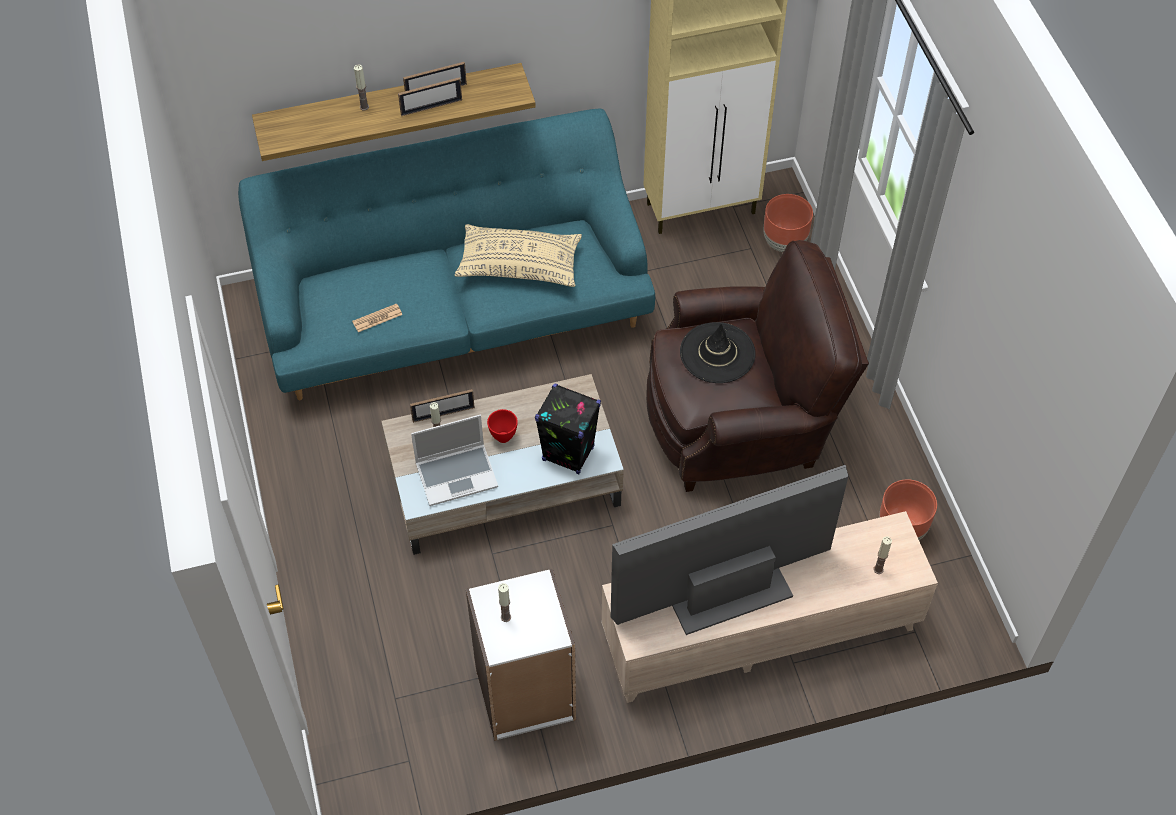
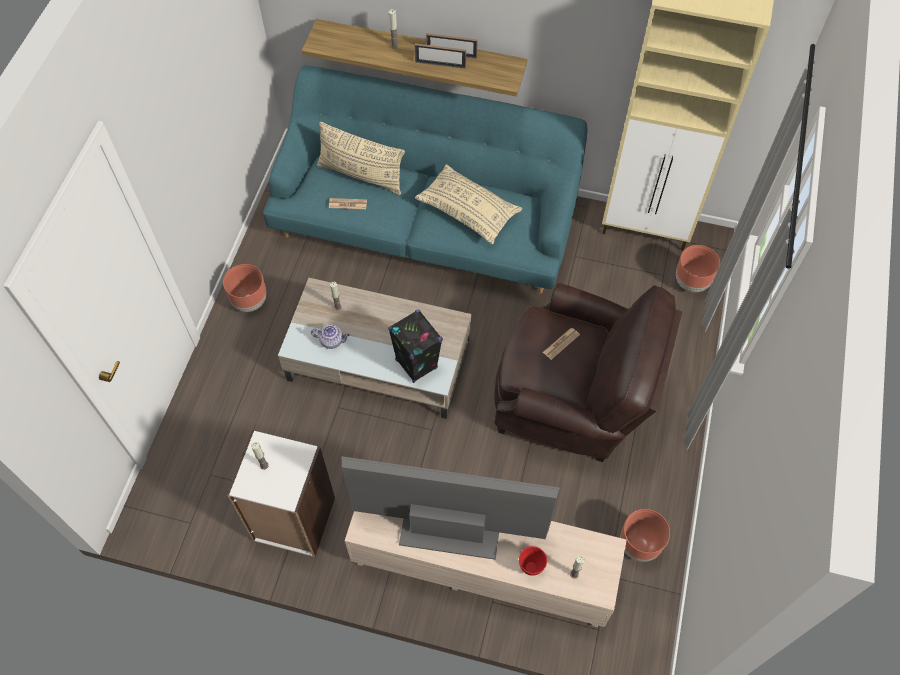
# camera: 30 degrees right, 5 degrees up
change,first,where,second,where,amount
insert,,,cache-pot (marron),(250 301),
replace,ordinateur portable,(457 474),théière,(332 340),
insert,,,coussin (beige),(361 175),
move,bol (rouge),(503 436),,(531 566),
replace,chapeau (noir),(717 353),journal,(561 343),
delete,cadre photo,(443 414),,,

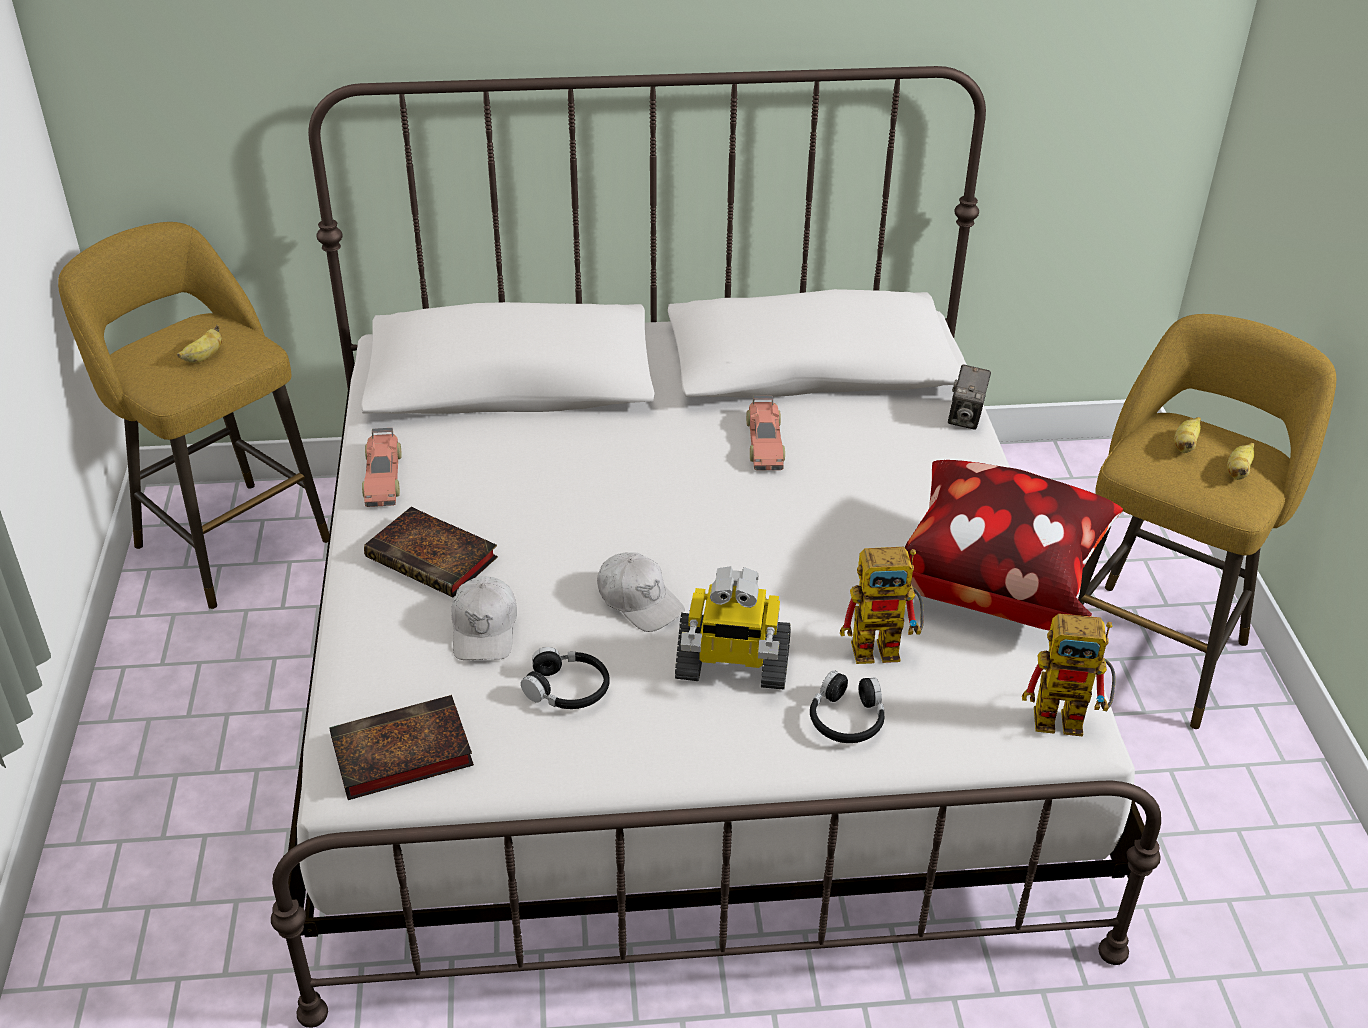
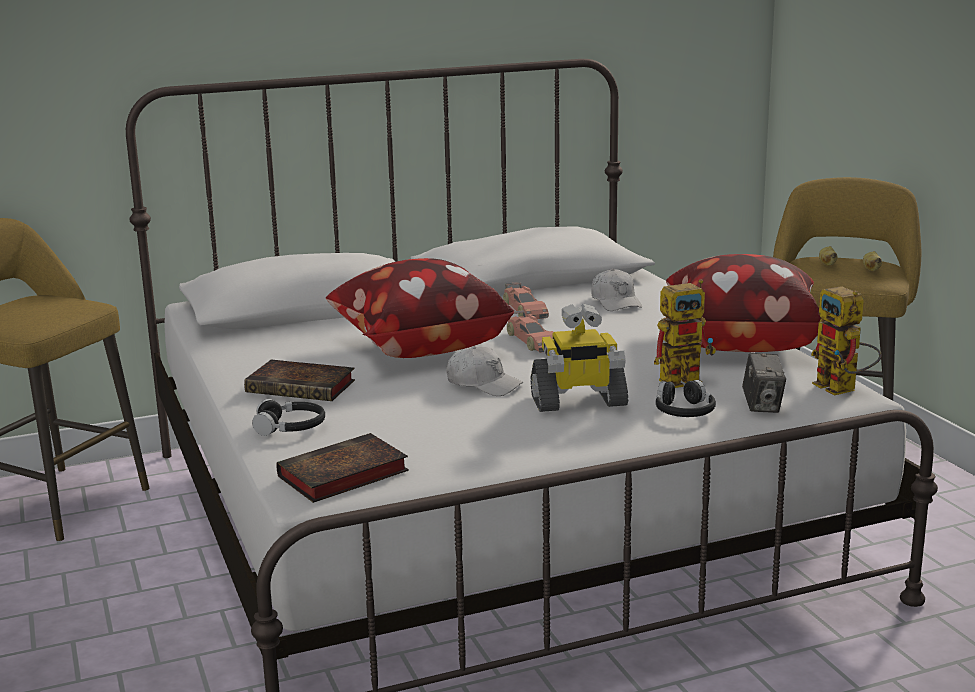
# camera: 15 degrees left, 20 degrees down
change,first,where,second,where,amount
move,casque audio (noir),(567 689),,(290 427),
insert,,,coussin,(418 348),
move,petite voiture,(383 477),,(532 341),
move,casquette (blanc),(485 629),,(616 302),
move,appareil photo,(966 417),,(762 406),
rotate,robot jouet,(1070 718),,(843 389),75 degrees clockwise
delete,banane,(204 357),,,

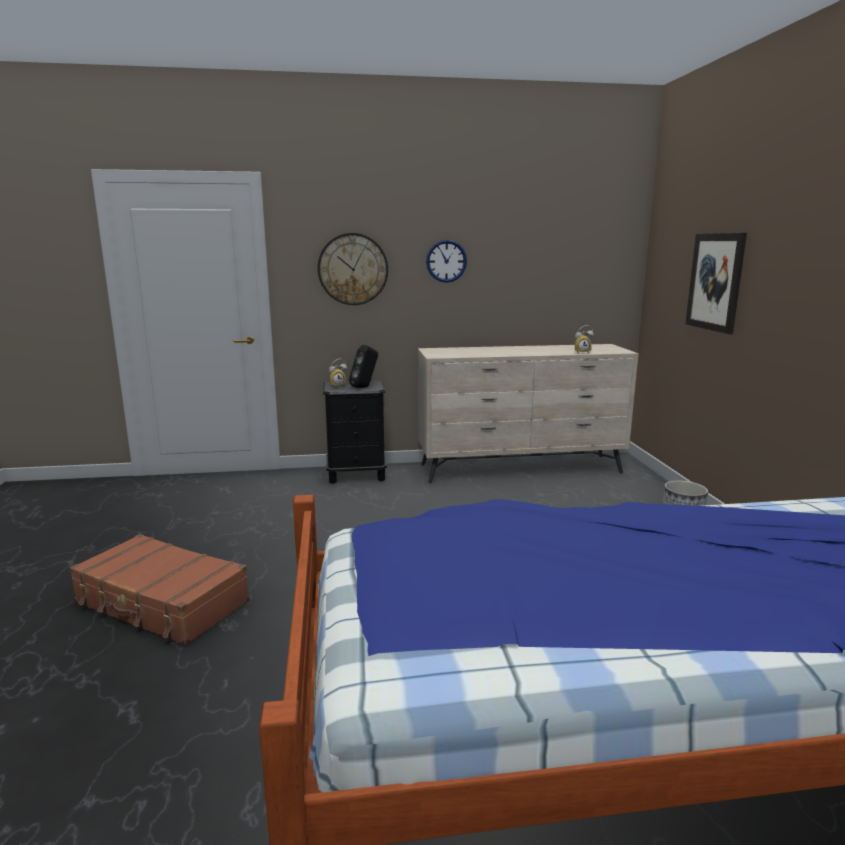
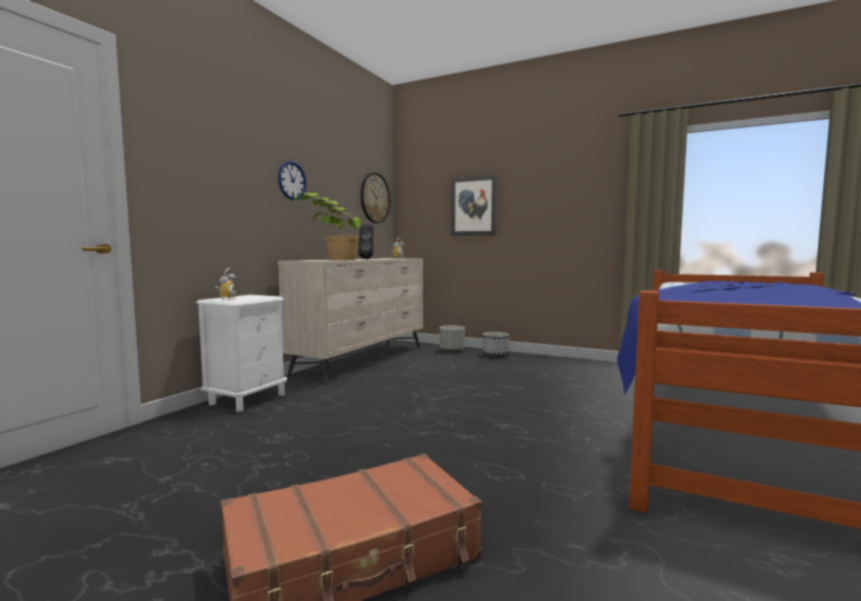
# camera: 55 degrees left, 10 degrees down
change,first,where,second,where,amount
recolor,table de chevet (noir),(356 474),table de chevet (blanc),(247 399),
insert,,,plante en pot,(330 260),
move,enceinte (noir),(365 387),,(367 259),
move,horloge murale,(353 269),,(374 198),
insert,,,cache-pot (gris),(452 350),

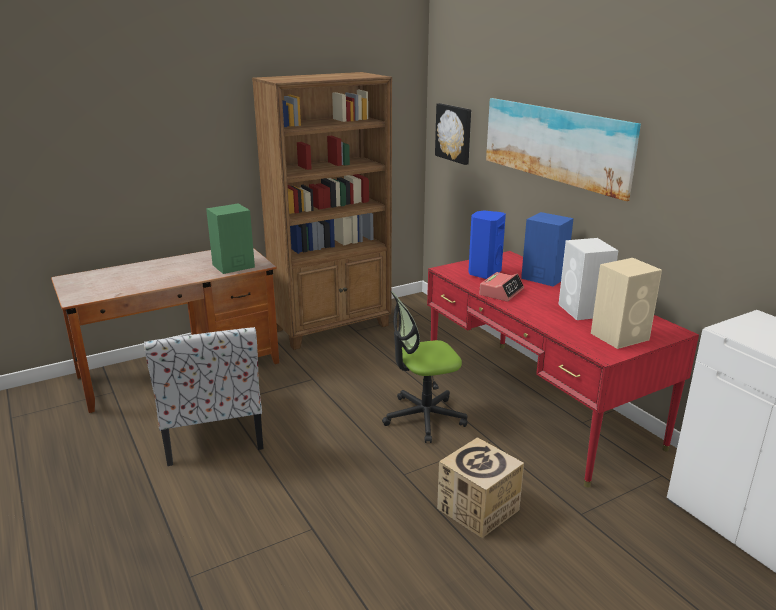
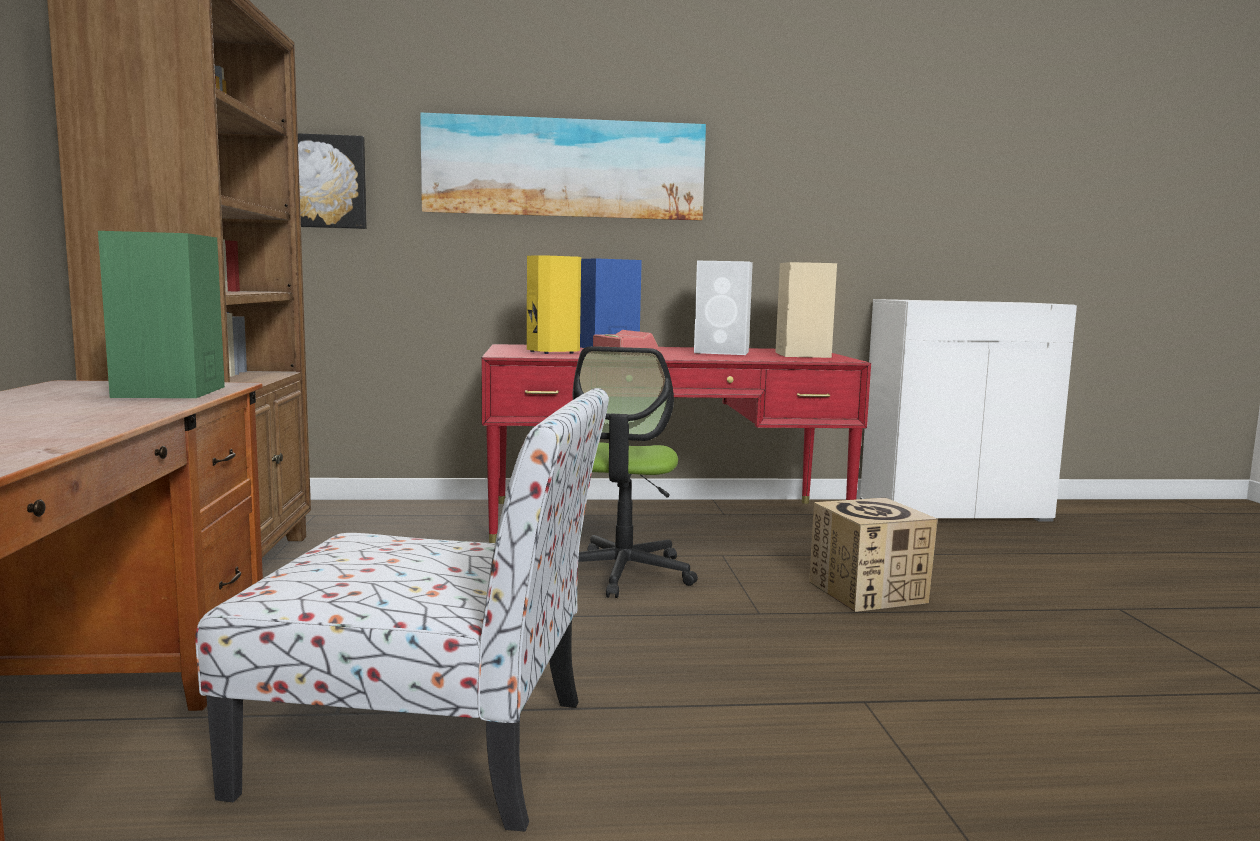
# camera: 65 degrees left, 15 degrees down
change,first,where,second,where,amount
recolor,enceinte (bleu),(484 273),enceinte (jaune),(550 352),

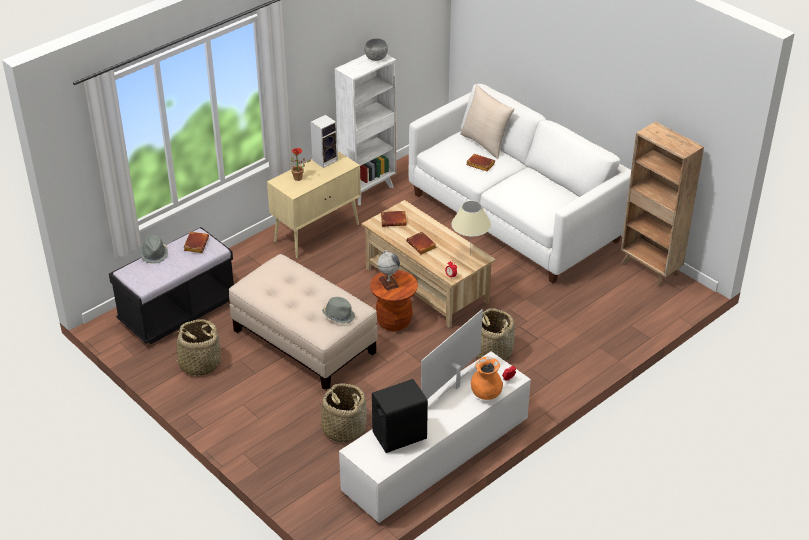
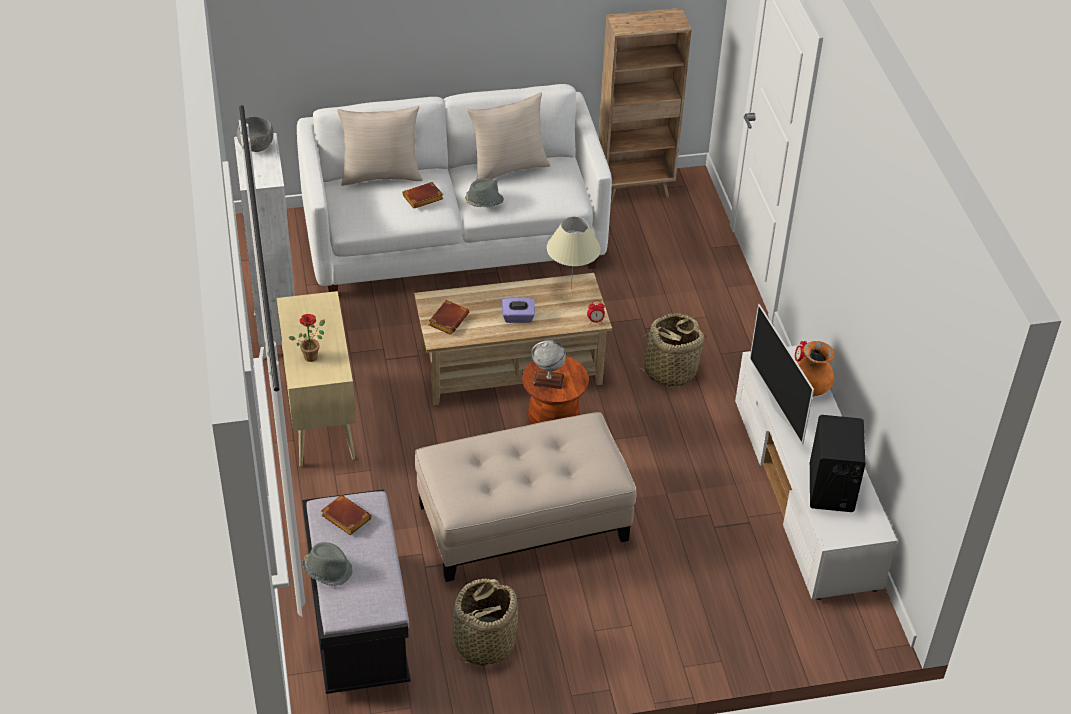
# camera: 60 degrees left, 5 degrees up
change,first,where,second,where,amount
move,chapeau (gris),(339 315),,(483 201),
insert,,,coussin (beige),(508 168),
replace,livre (marron),(422 245),boîte à mouchoirs (violet),(518 318),
delete,enceinte,(325 159),,,
delete,panier,(344 428),,,

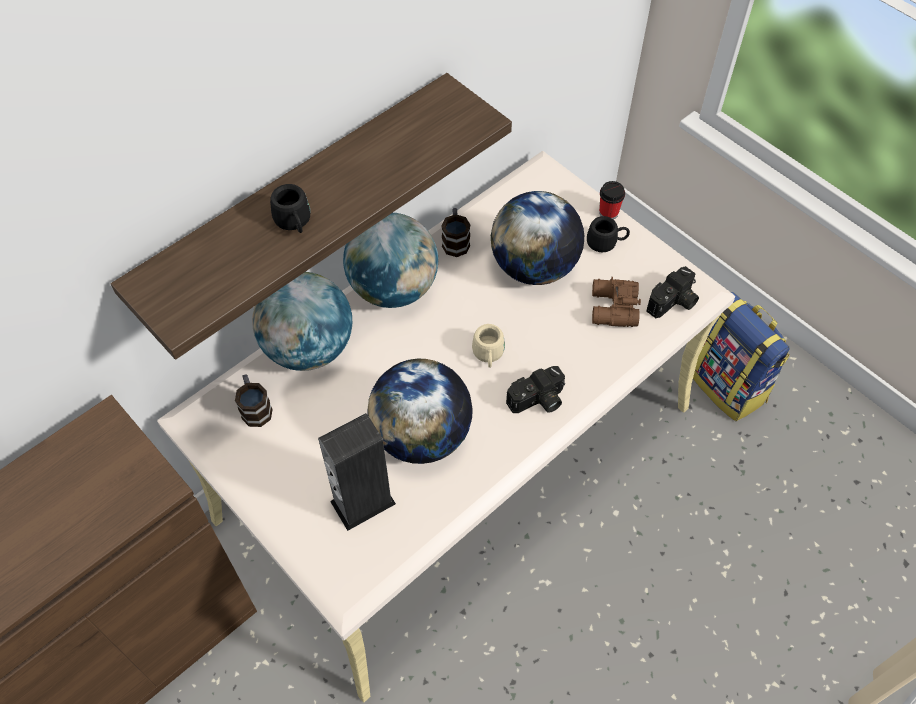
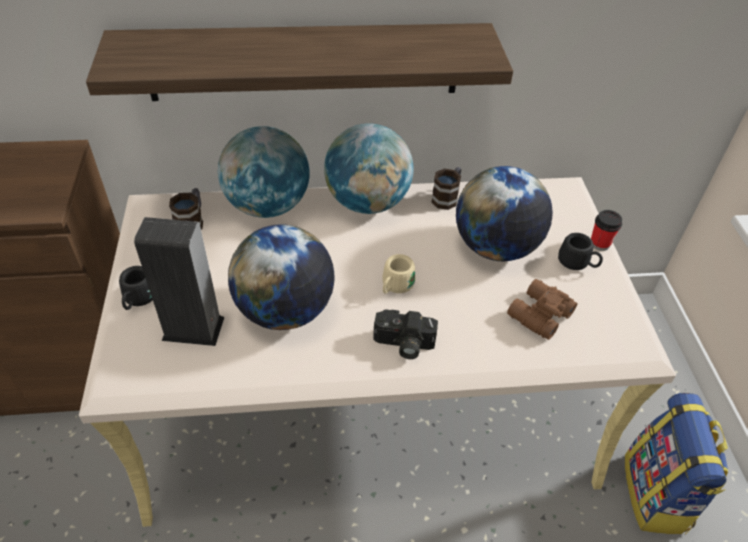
# camera: 35 degrees right, 10 degrees down
change,first,where,second,where,amount
move,mug (noir),(294 223),,(138 300),
delete,appareil photo,(673 303),,,

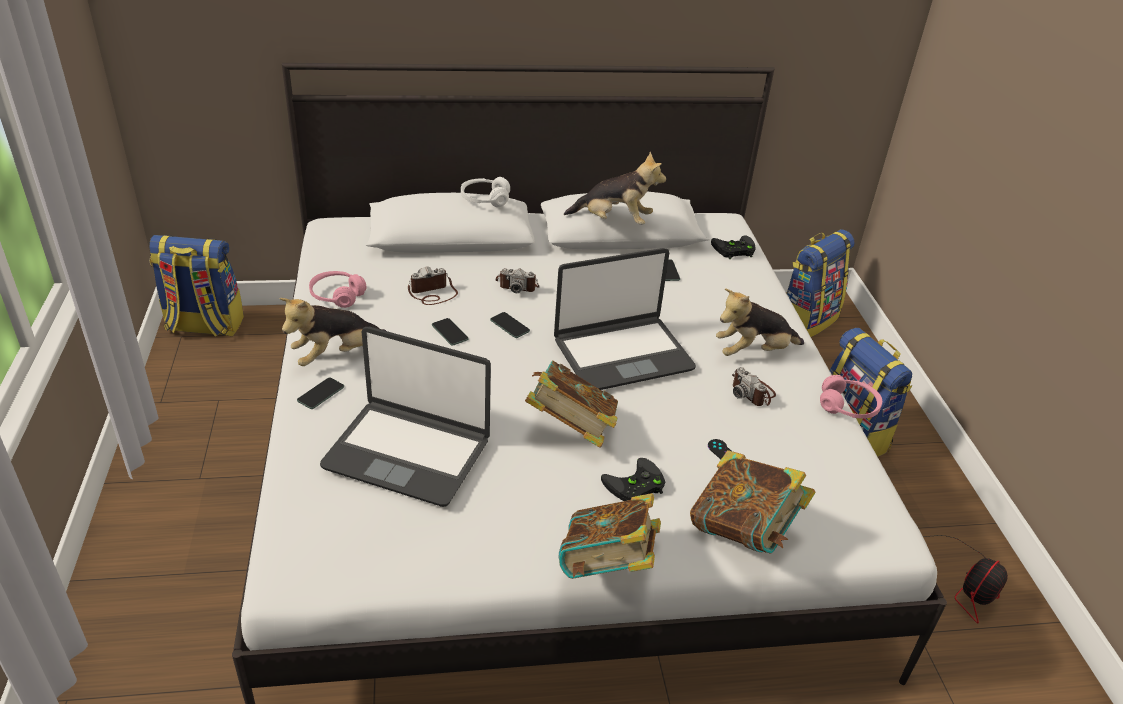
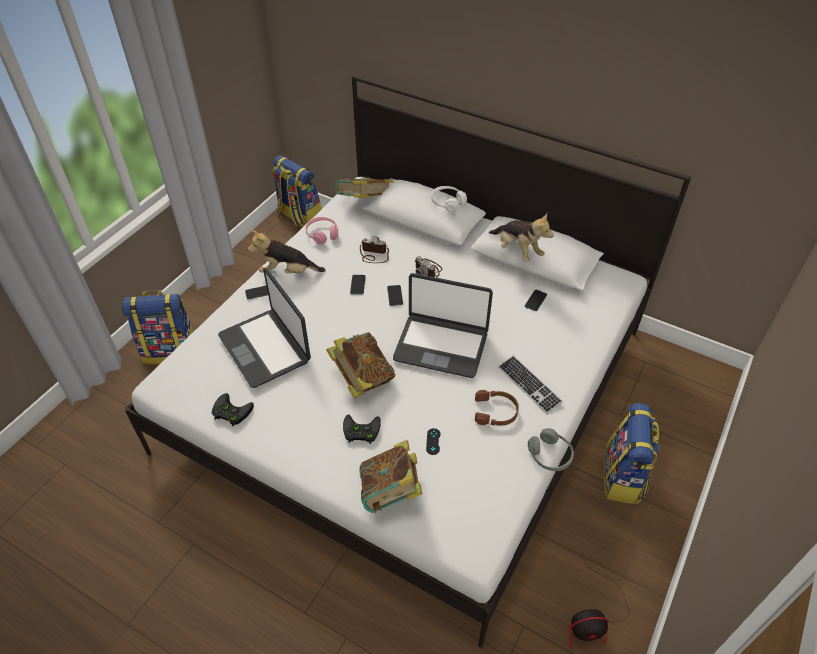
# camera: 40 degrees right, 10 degrees up
change,first,where,second,where,amount
move,sac à dos,(806 320),,(170 350),
move,manette (noir),(733 250),,(230 412),
move,livre,(607 567),,(364 203),
replace,appareil photo,(752 392),casque audio (marron),(496 412),
replace,peluche,(753 352),clavier,(529 385),
recolor,casque audio (rose),(848 406),casque audio (gris),(550 455),

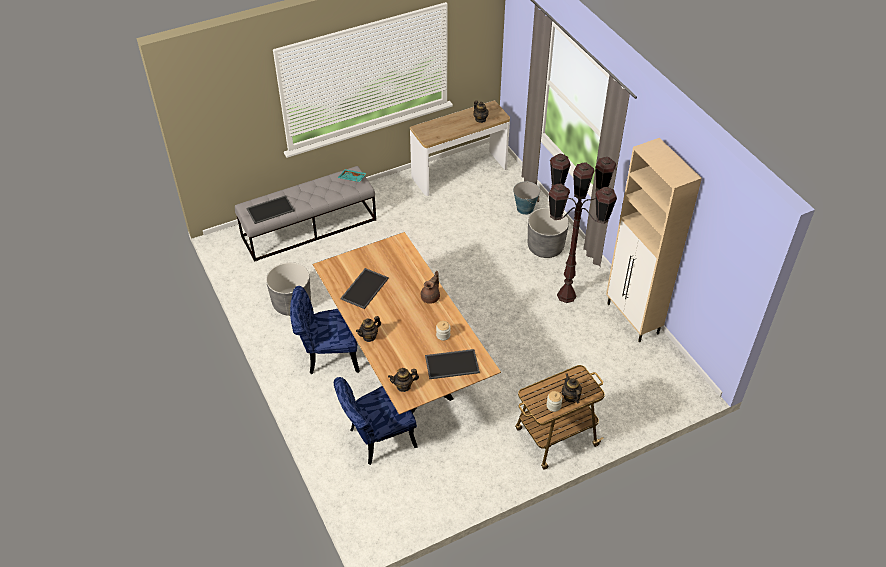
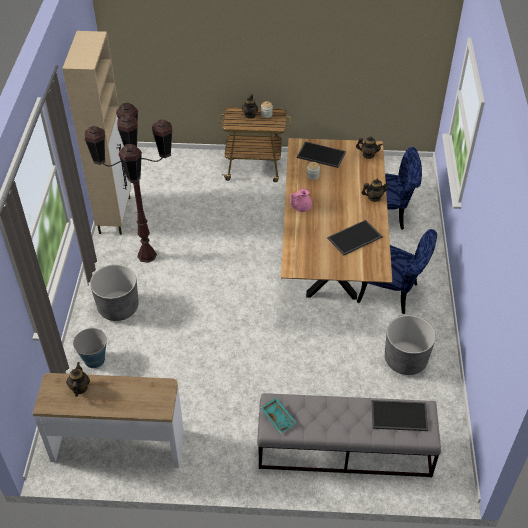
# camera: 150 degrees left, 0 degrees up
change,first,where,second,where,amount
recolor,théière (marron),(431 297),théière (rose),(301 207),

